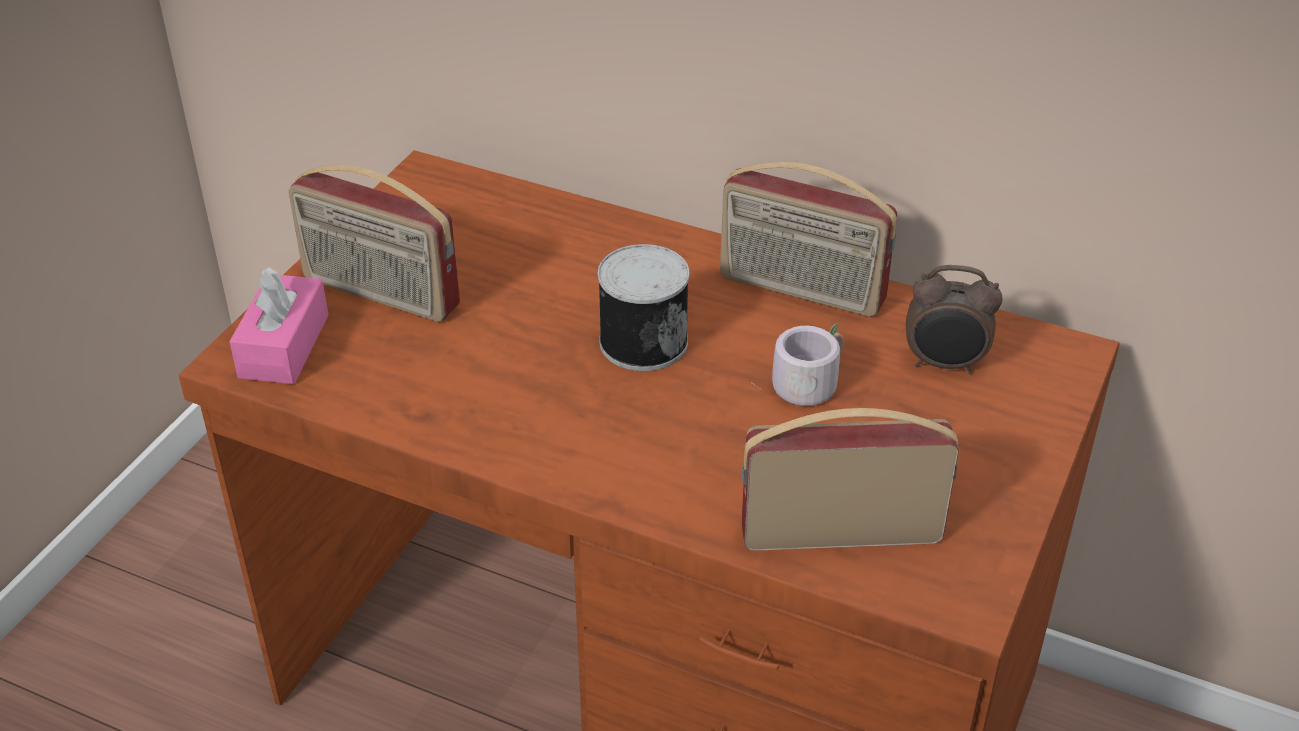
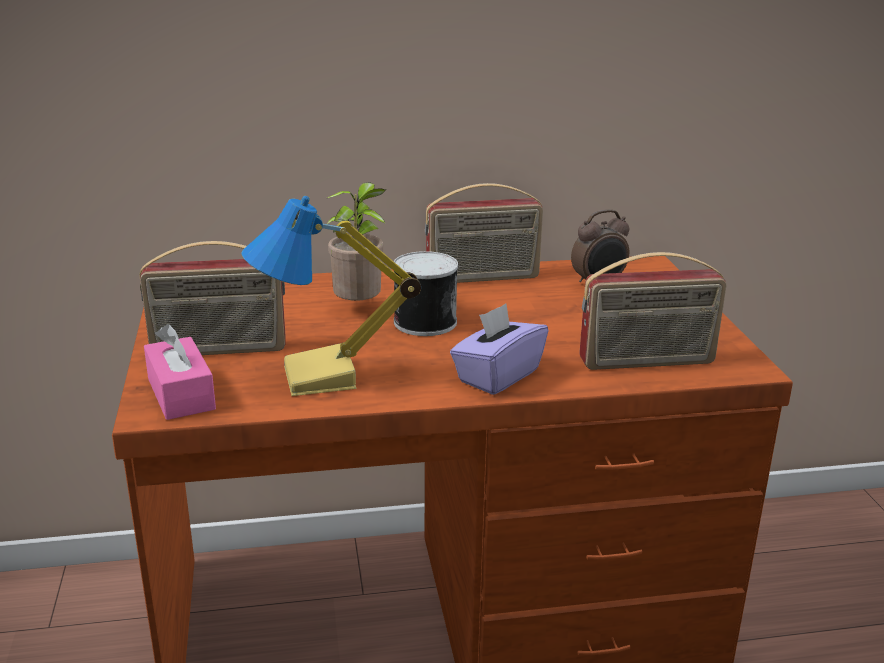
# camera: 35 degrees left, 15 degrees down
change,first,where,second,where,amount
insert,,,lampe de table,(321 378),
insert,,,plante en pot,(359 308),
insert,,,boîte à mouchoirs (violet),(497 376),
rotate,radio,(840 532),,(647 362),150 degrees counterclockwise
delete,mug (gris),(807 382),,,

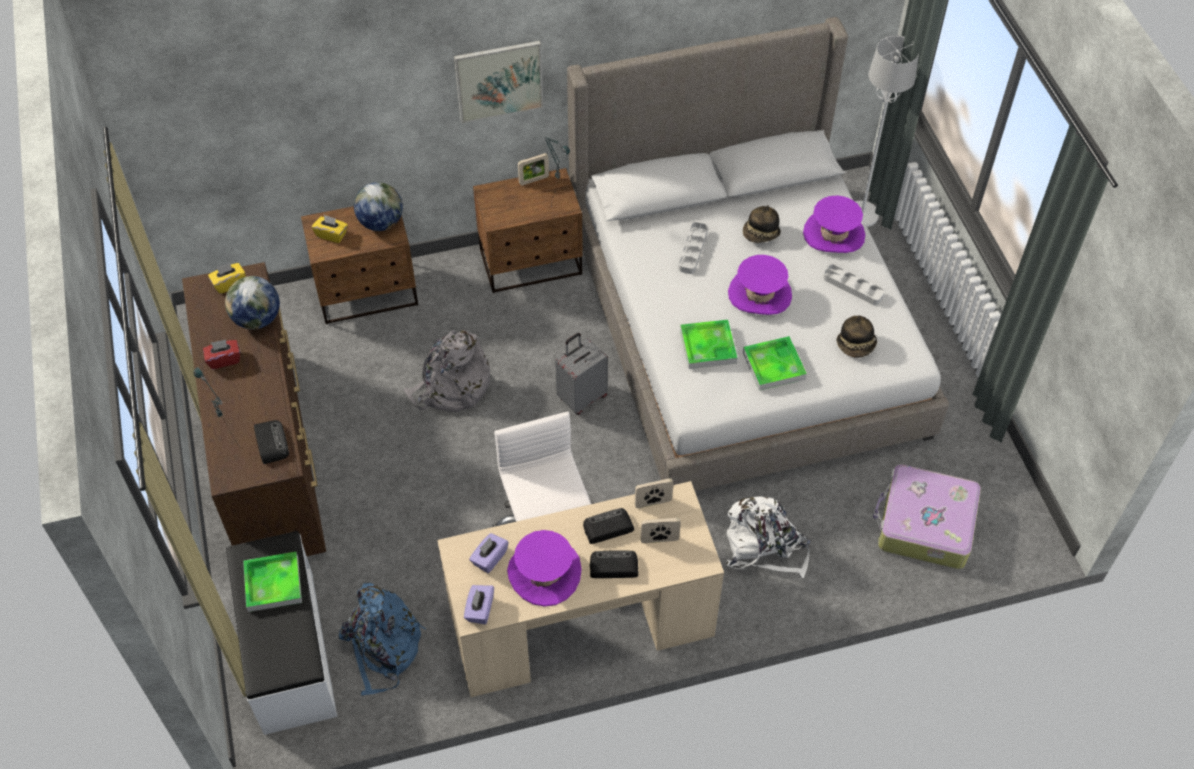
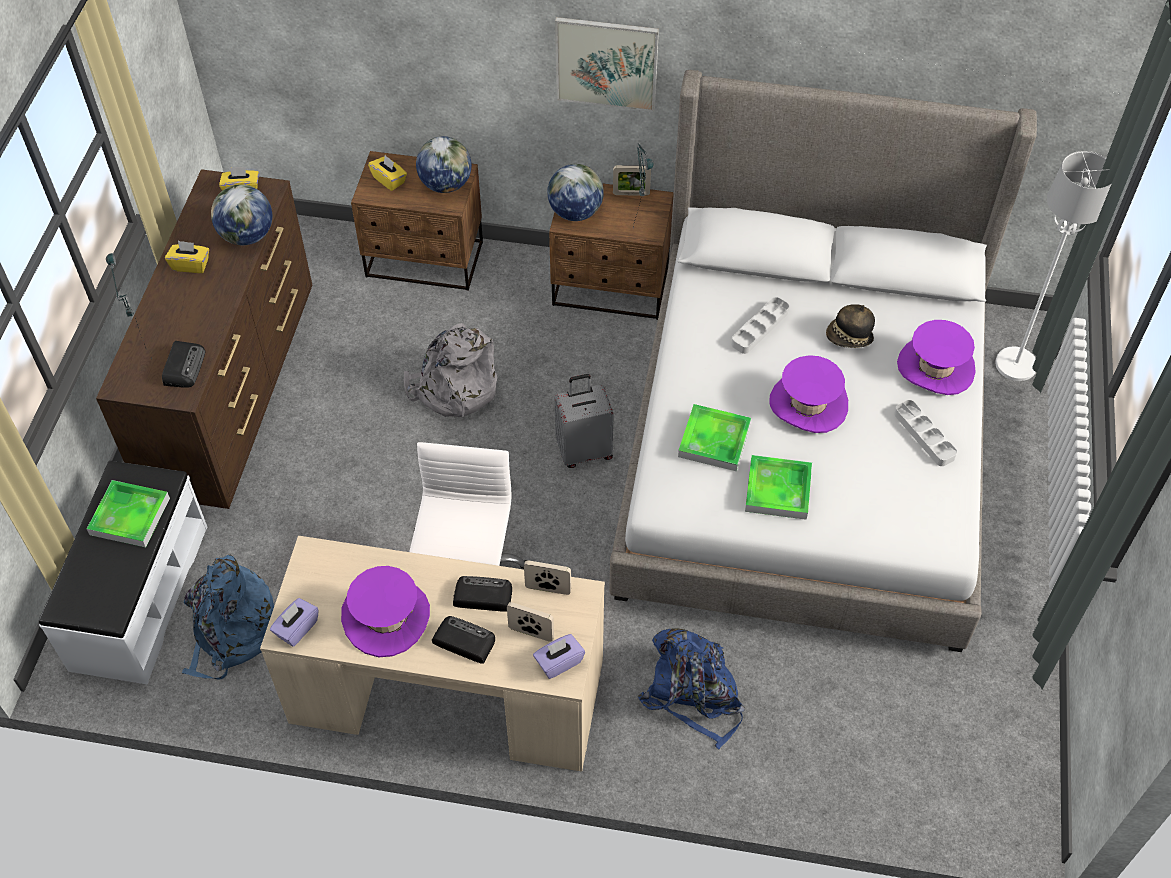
# camera: 25 degrees right, 0 degrees up
change,first,where,second,where,amount
recolor,boîte à mouchoirs (rouge),(224 359),boîte à mouchoirs (jaune),(191 265),
move,boîte à mouchoirs (violet),(489 558),,(559 662),
insert,,,globe,(575 212),
recolor,sac à dos (blanc),(764 546),sac à dos (bleu),(694 694),
delete,chapeau,(856 345),,,
delete,valise,(924 525),,,

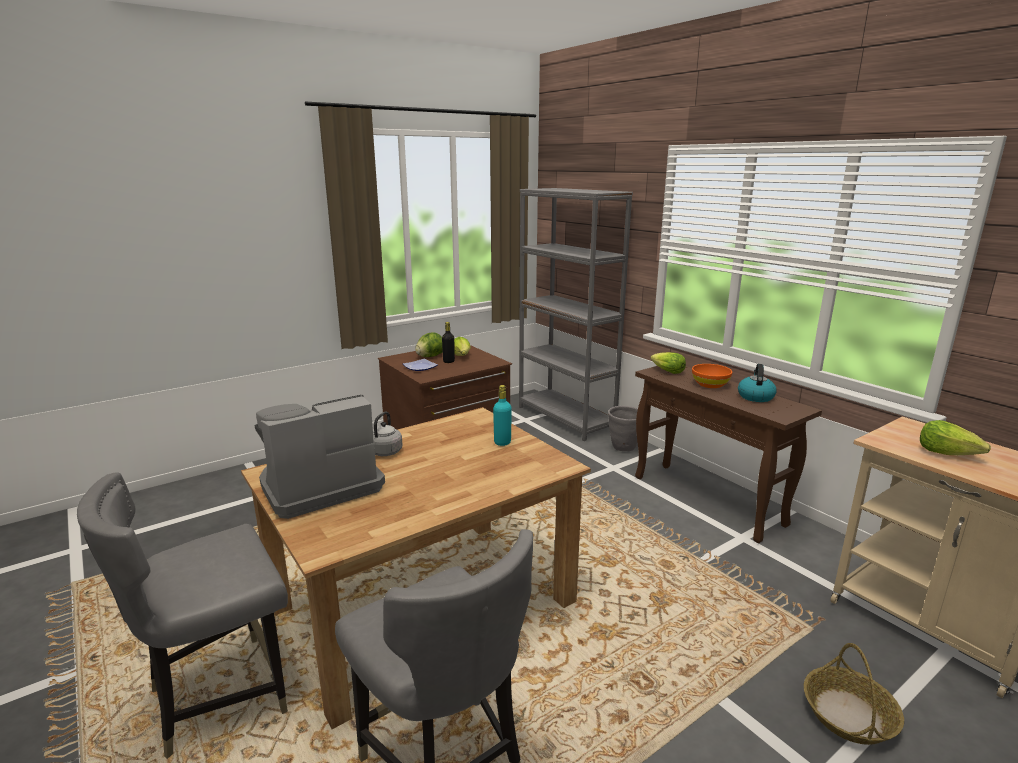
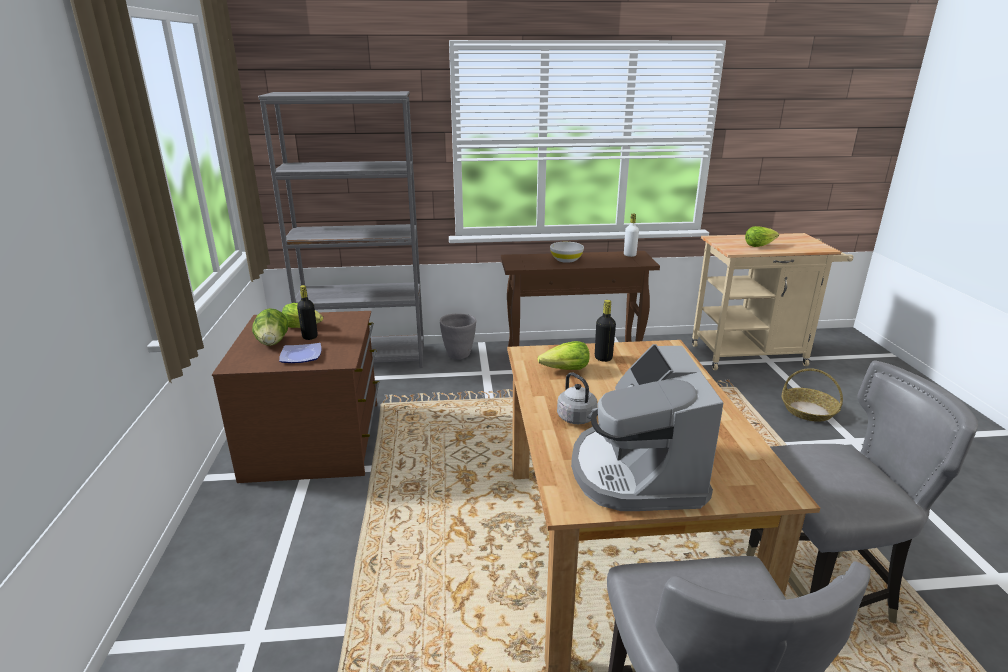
# camera: 60 degrees left, 5 degrees up
change,first,where,second,where,amount
move,laitue,(667 371),,(566 370),
recolor,bol (orange),(710 385),bol (blanc),(566 260),
recolor,bouteille (turquoise),(502 442),bouteille (noir),(603 358),
insert,,,bouteille (blanc),(629 255),
delete,bouilloire,(755 396),,,

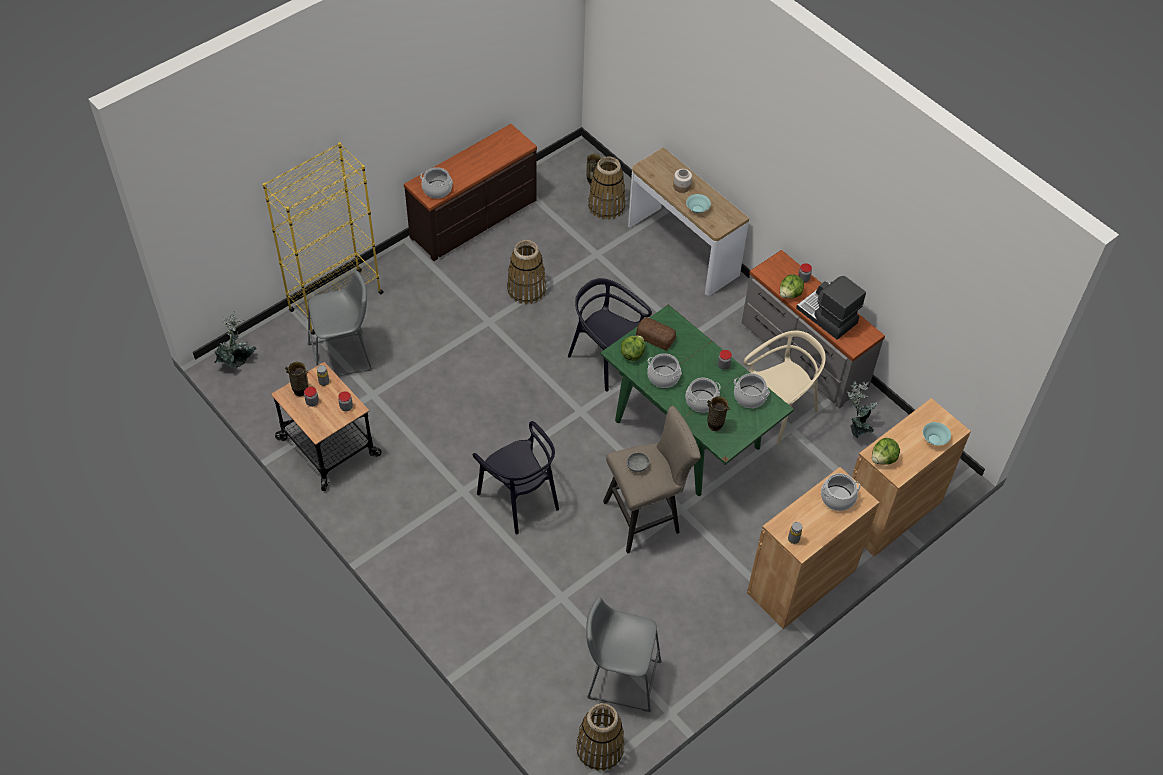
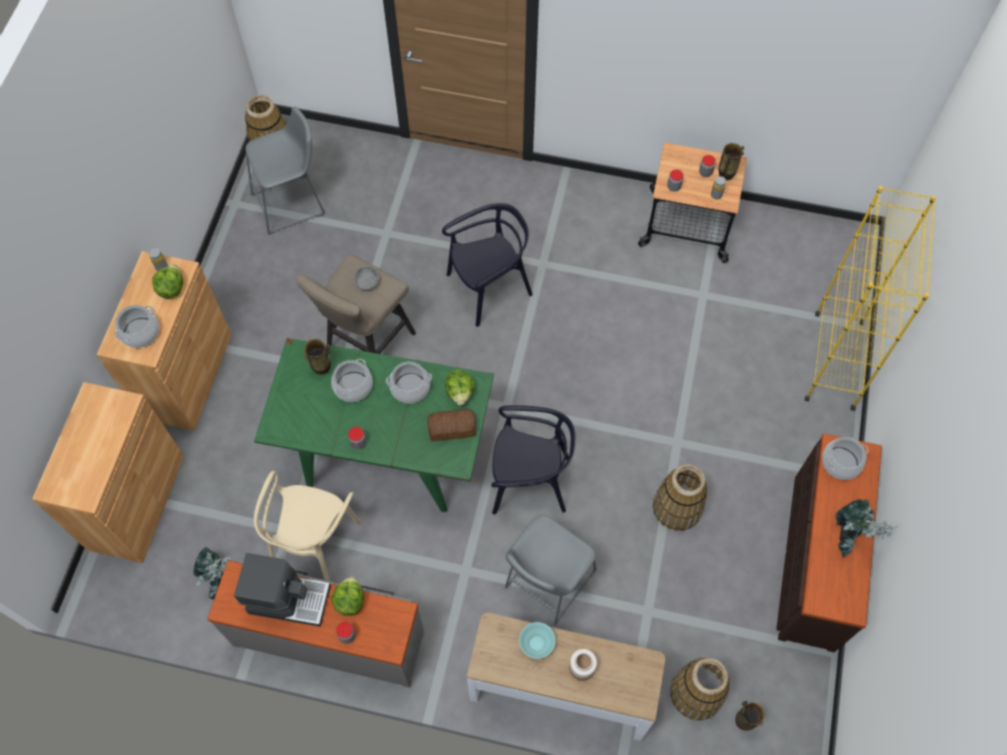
# camera: 145 degrees right, 10 degrees up
change,first,where,second,where,amount
move,laitue,(883 459),,(171 288),
rotate,chaise (noir),(519 499),,(489 288),135 degrees clockwise
move,tabouret (gris),(344 356),,(546 582),
move,plante en pot,(237 361),,(849 536),
delete,marmite,(750 396),,,
delete,bol (turquoise),(934 439),,,

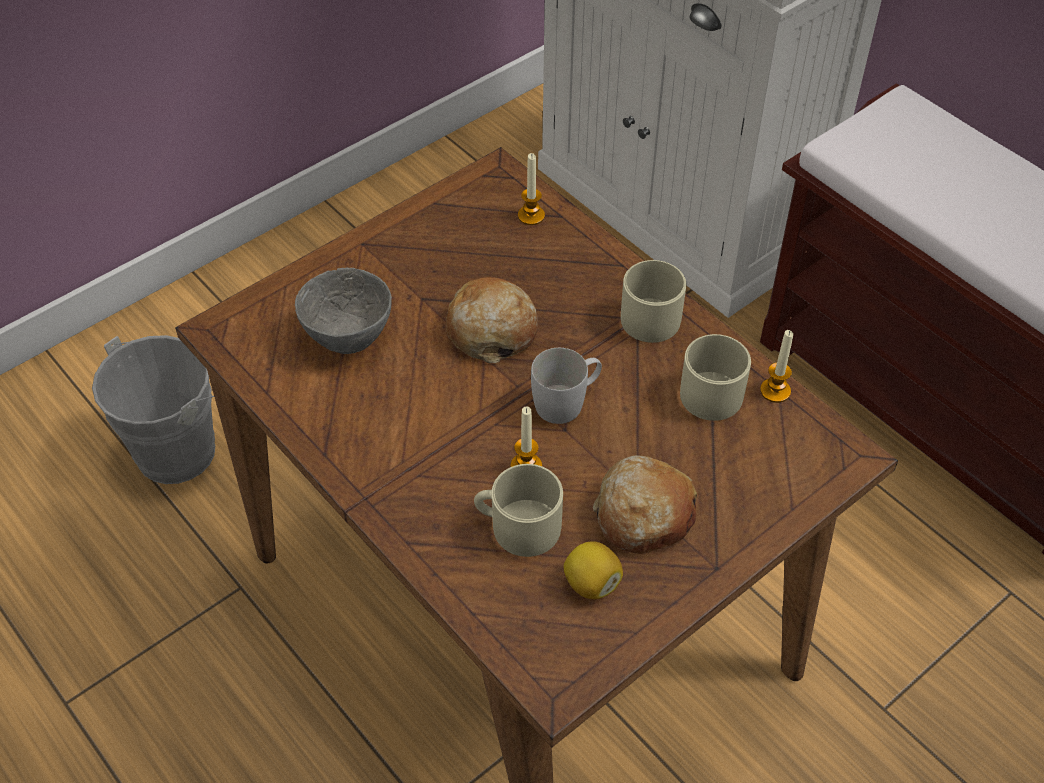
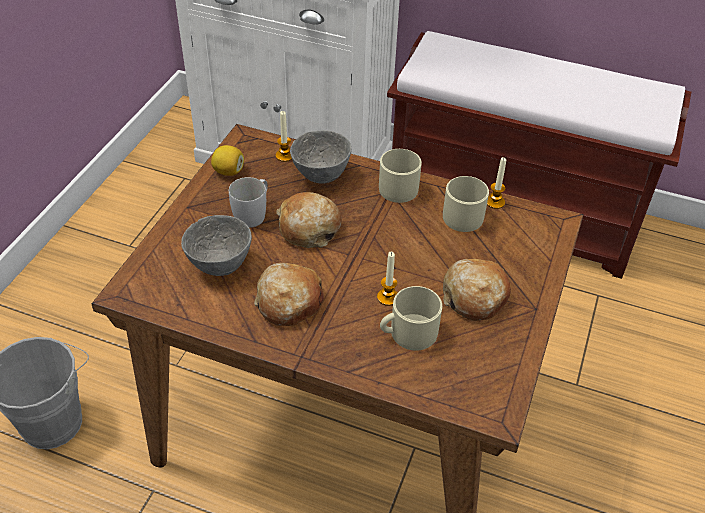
# camera: 30 degrees left, 5 degrees down
change,first,where,second,where,amount
move,citron,(591 583),,(228 171),
move,mug (blanc),(567 401),,(253 213),
insert,,,pain,(288 302),
insert,,,bol (gris),(322 177),

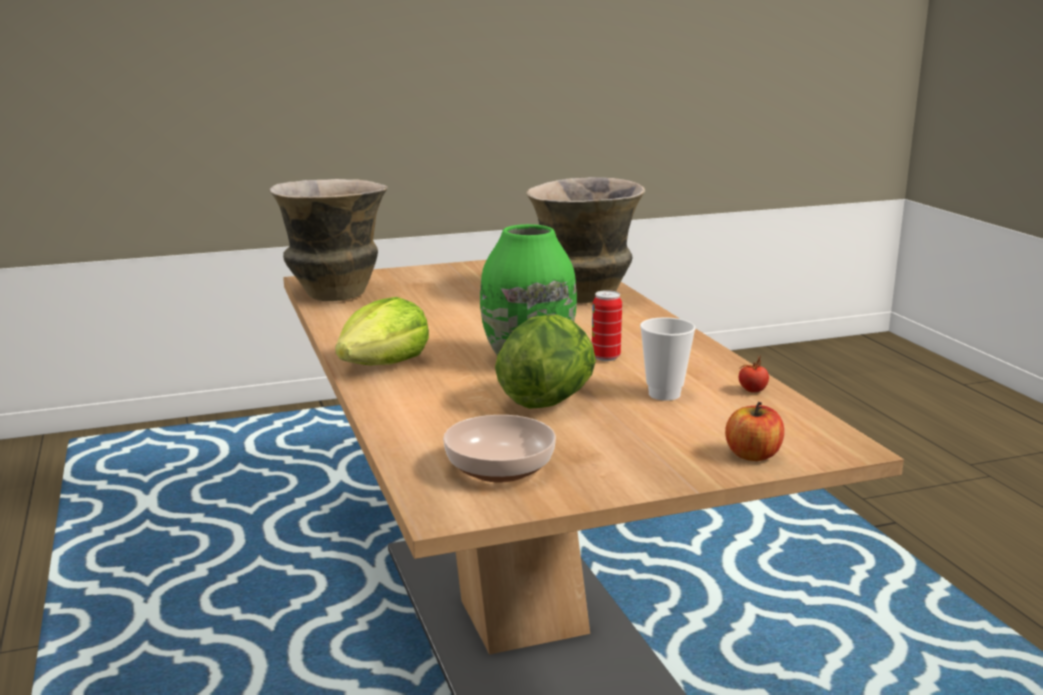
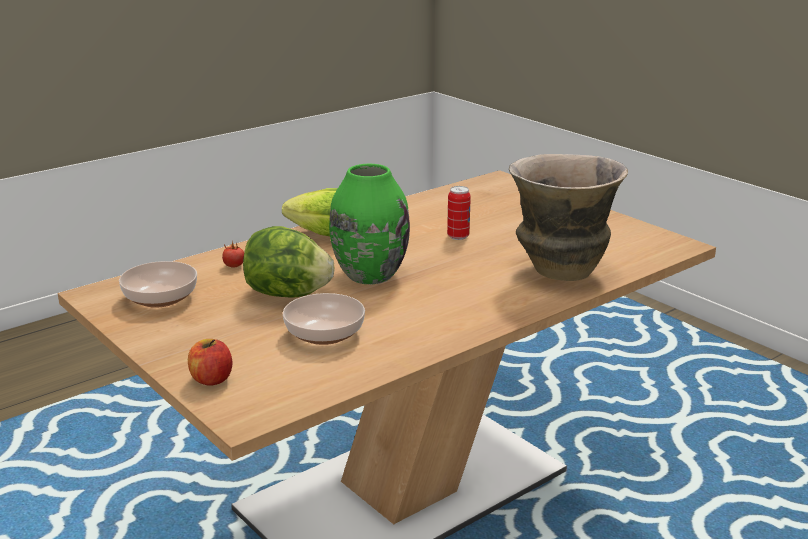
# camera: 70 degrees right, 5 degrees up
change,first,where,second,where,amount
move,tomate,(752 390),,(234 266),
replace,tasse,(664 394),bol,(326 333),
move,boîte métallique,(605 357),,(458 236),
delete,vase,(334 294),,,

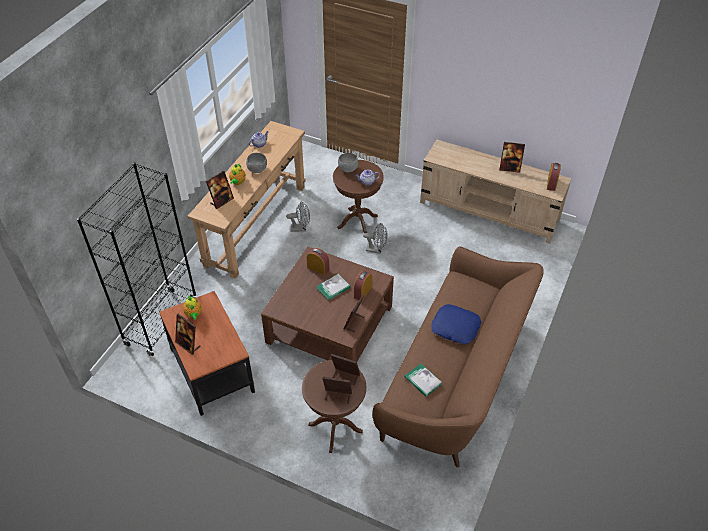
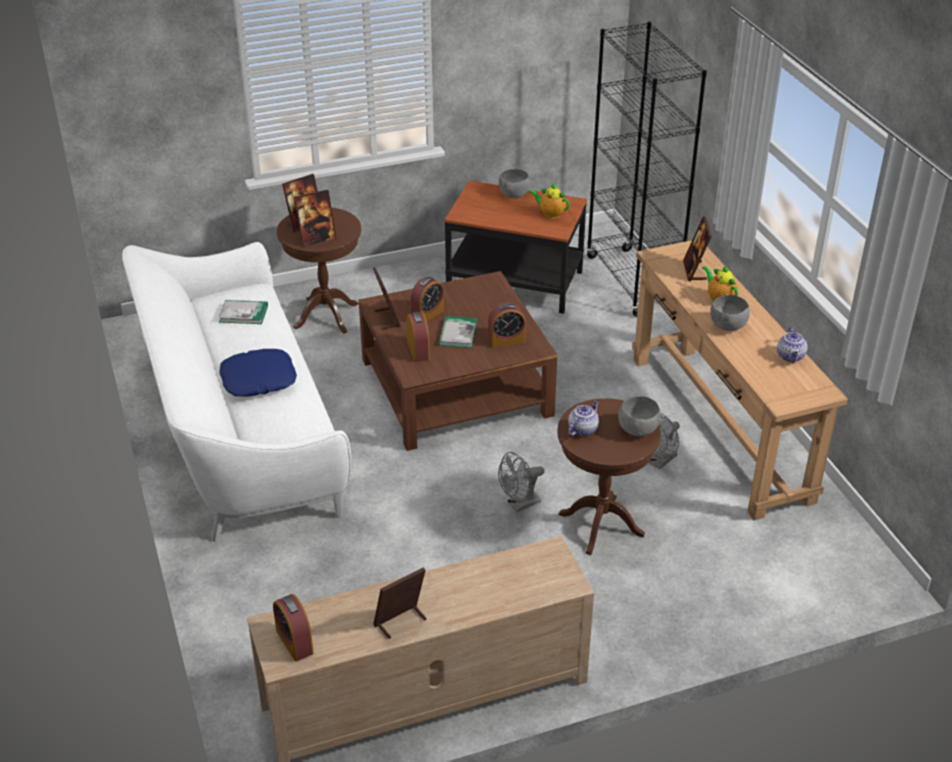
# camera: 135 degrees right, 10 degrees down
change,first,where,second,where,amount
recolor,canapé (marron),(456 376),canapé (blanc),(240 430),
insert,,,réveil,(427 314),
replace,cadre photo,(188 344),bol (gris),(513 195),

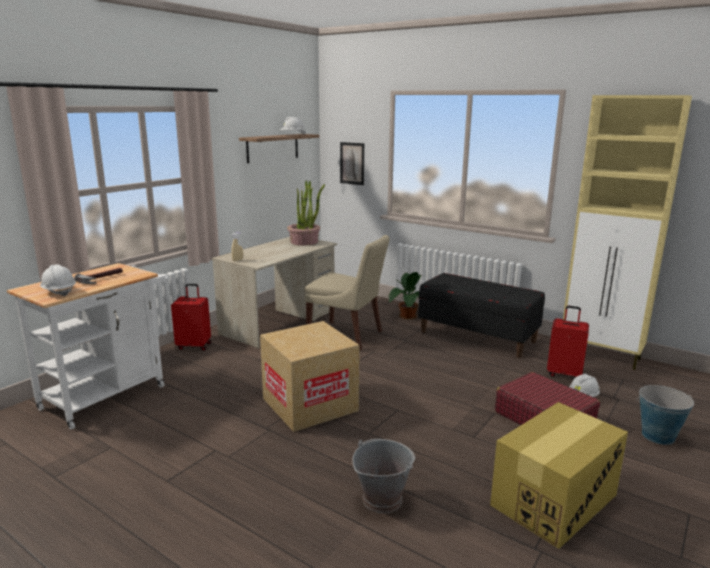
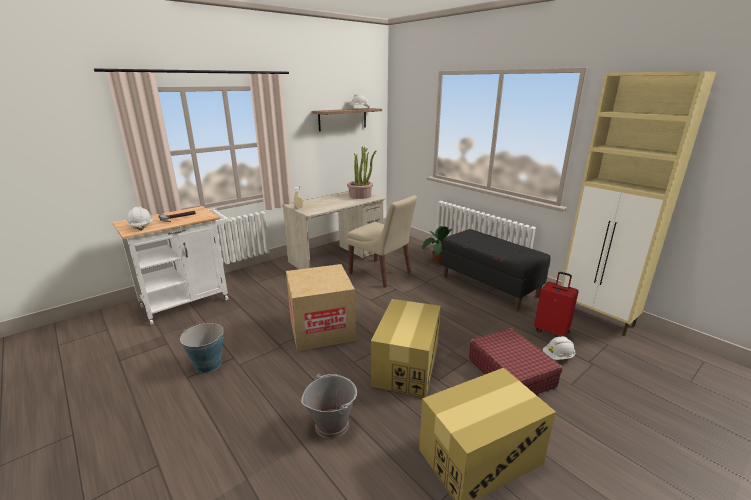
# camera: 15 degrees right, 5 degrees up
change,first,where,second,where,amount
move,seau,(657 436),,(208 364),
insert,,,carton,(406 365),
delete,valise (rouge),(194 346),,,
delete,tableau,(352 163),,,

